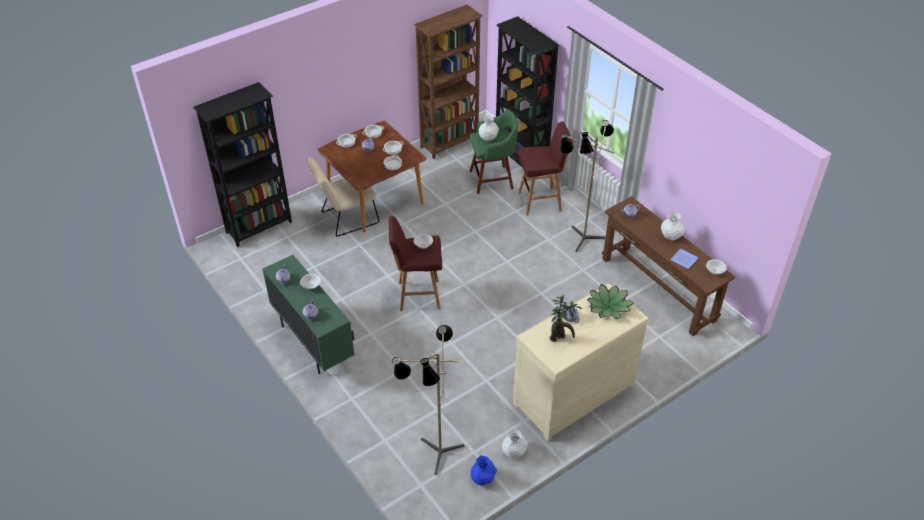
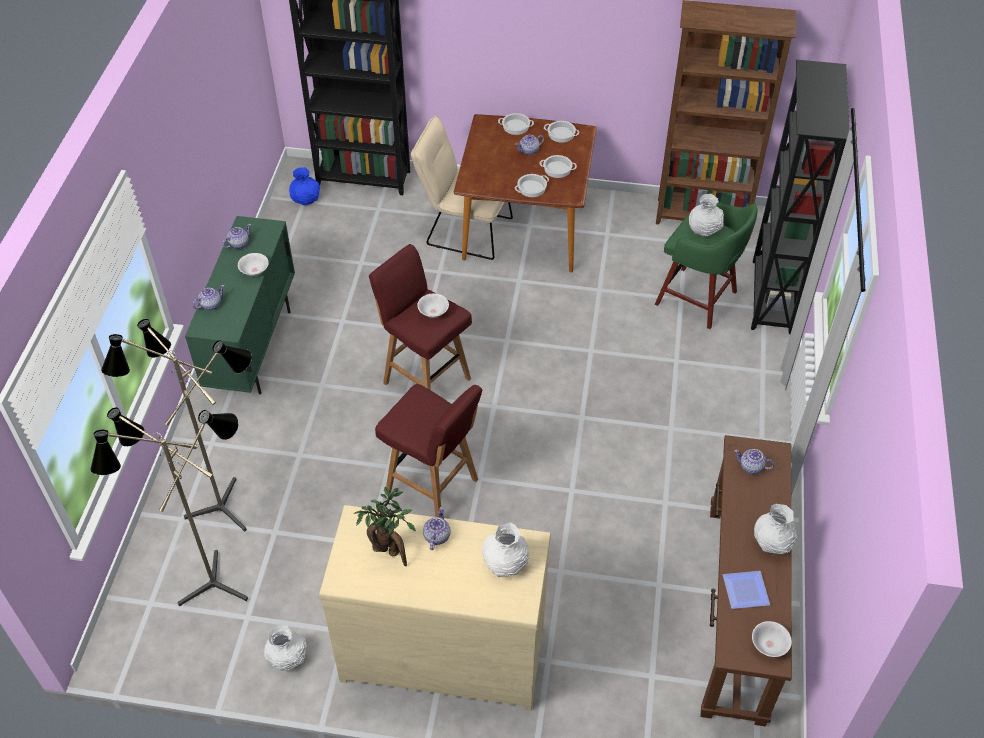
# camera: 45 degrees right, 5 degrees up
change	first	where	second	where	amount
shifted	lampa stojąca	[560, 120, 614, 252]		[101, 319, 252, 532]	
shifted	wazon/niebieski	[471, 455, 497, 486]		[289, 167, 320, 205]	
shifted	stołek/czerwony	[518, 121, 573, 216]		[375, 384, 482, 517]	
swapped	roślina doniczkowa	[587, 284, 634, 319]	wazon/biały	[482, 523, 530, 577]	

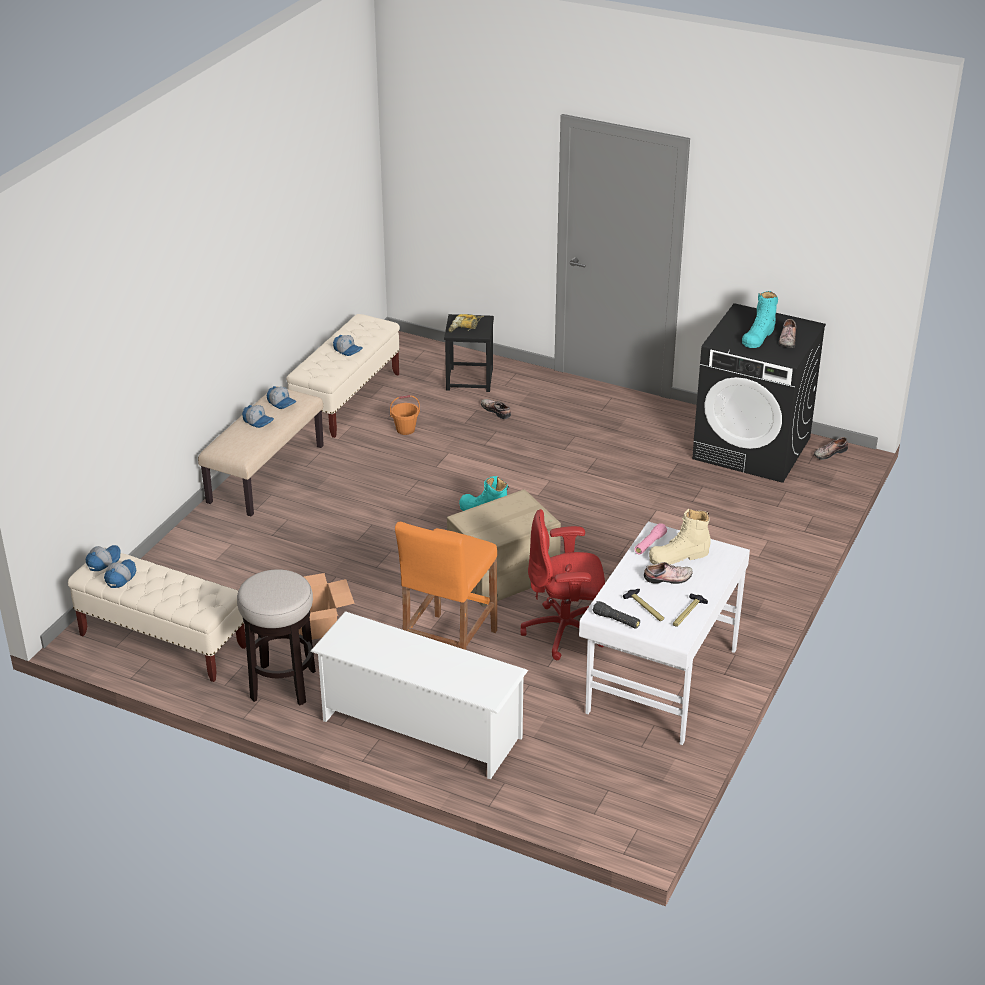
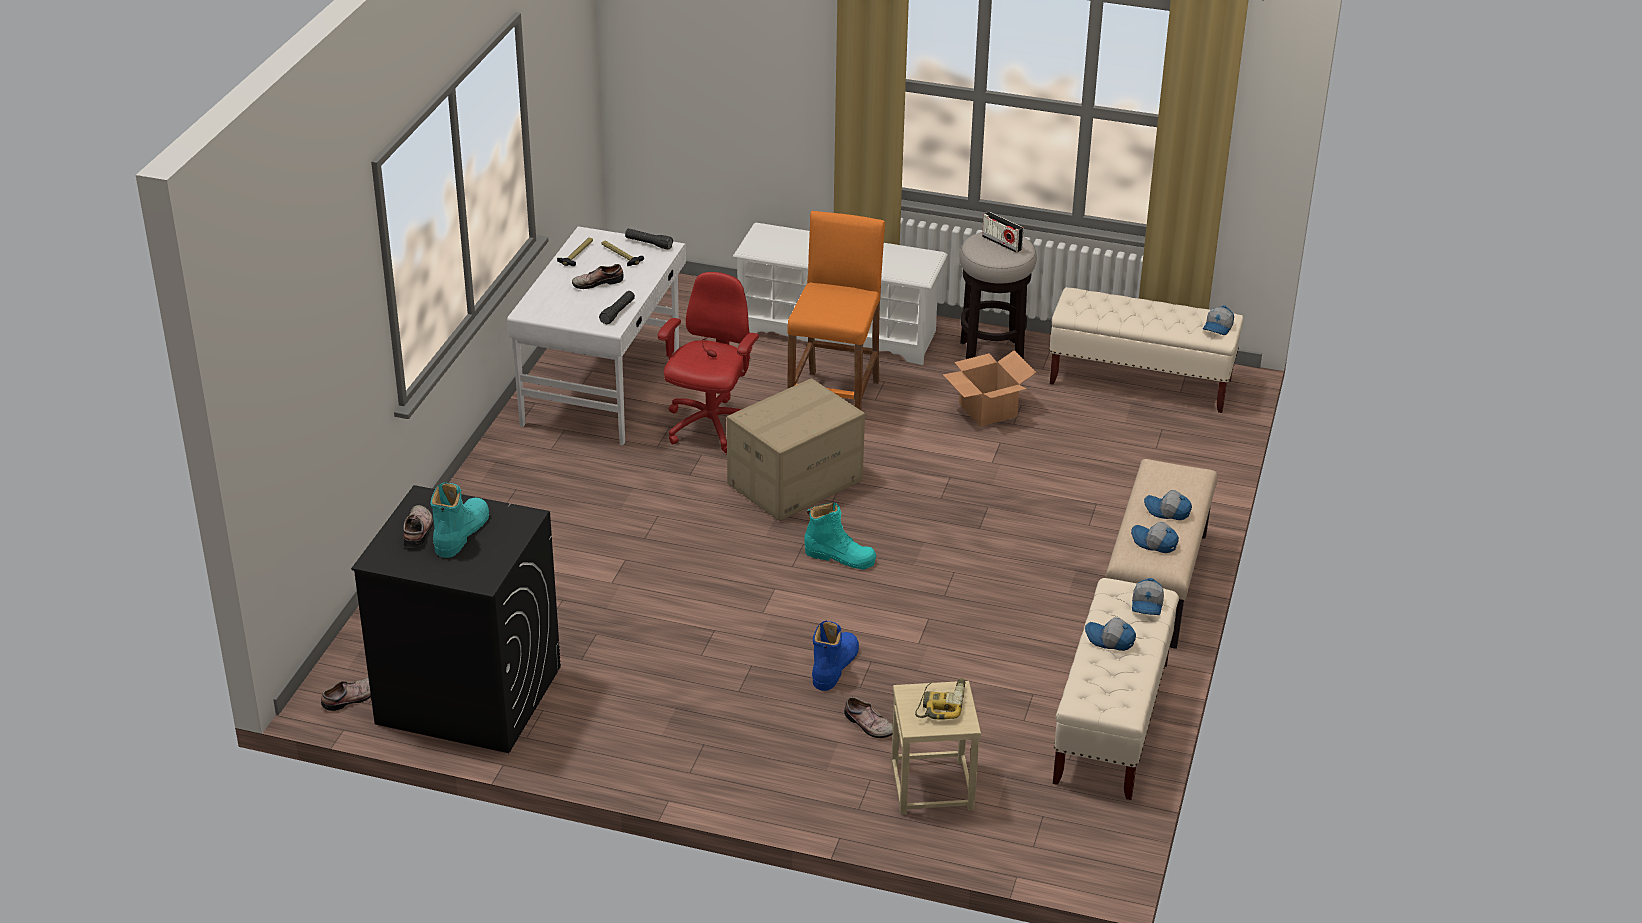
# camera: 170 degrees right, 0 degrees up
change	first	where	second	where	amount
repainted	latarka/różowy	[634, 523, 667, 554]	latarka/czarny	[599, 291, 635, 324]	
rotated	krzesło biurowe/czerwony	[521, 509, 605, 660]		[658, 272, 759, 453]	60 degrees counterclockwise
new			but z cholewką/niebieski	[812, 620, 859, 691]	
repainted	stołek/czarny	[444, 314, 494, 392]	stołek/beżowy	[891, 681, 981, 815]	
new			radio	[982, 212, 1023, 253]	
shifted	czapka z daszkiem	[104, 559, 136, 588]		[1132, 578, 1164, 615]	
gone	wiadro/pomarańczowy	[390, 395, 420, 435]			
gone	but z cholewką/beżowy	[649, 509, 711, 565]			

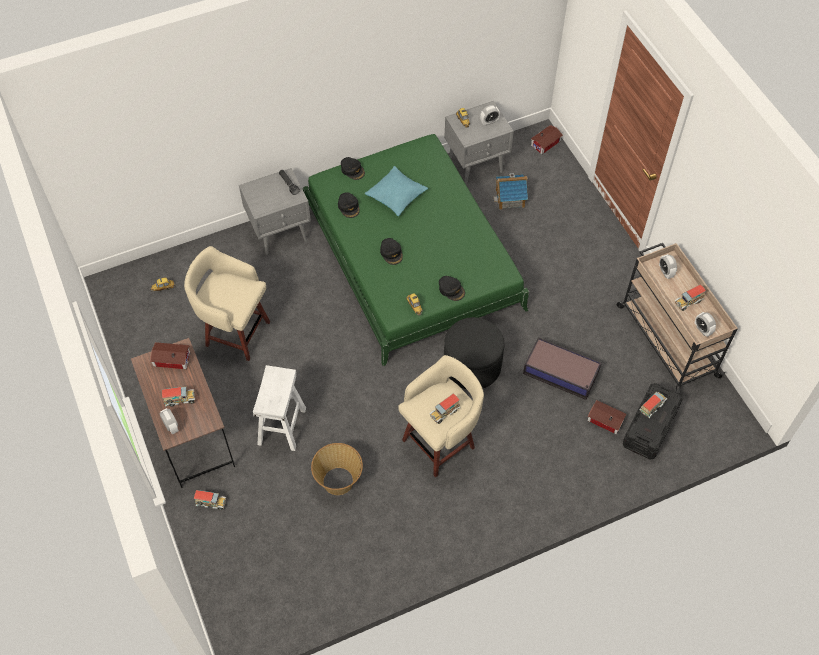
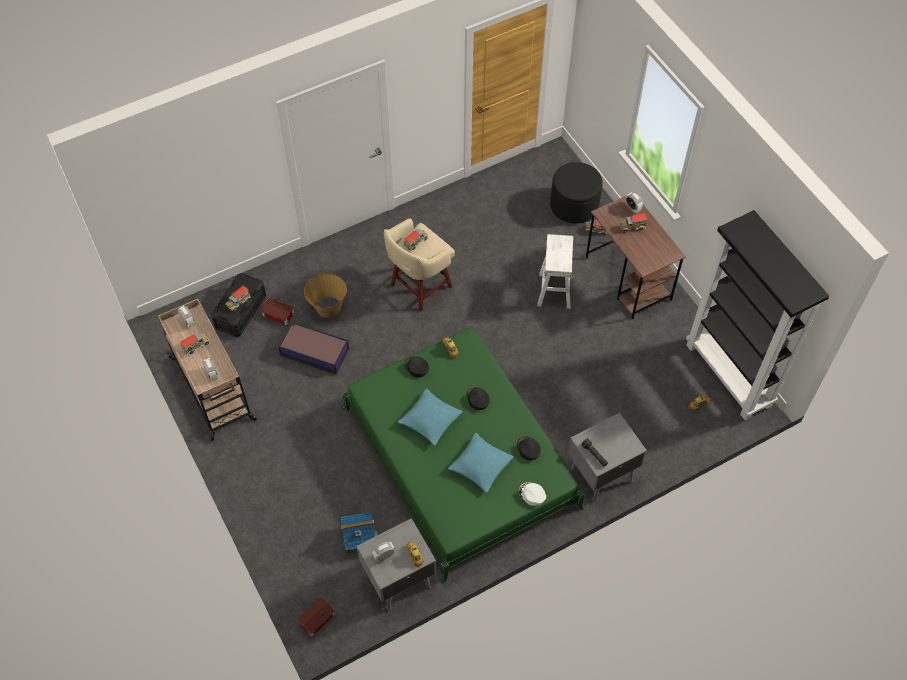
# camera: 175 degrees right, 0 degrees up
change	first	where	second	where	amount
shifted	koszyk	[311, 443, 363, 495]		[304, 273, 347, 318]	
new			poduszka/turkusowy	[398, 388, 463, 446]	
repainted	czapka z daszkiem/czarny	[341, 157, 365, 180]	czapka z daszkiem/biały	[518, 482, 546, 506]	
shifted	pufa/czarny	[444, 317, 504, 389]		[550, 162, 603, 224]	
new			regał/czarny	[686, 210, 829, 420]	
gone	domek	[150, 342, 190, 369]			
gone	stołek/beżowy	[184, 246, 270, 361]			

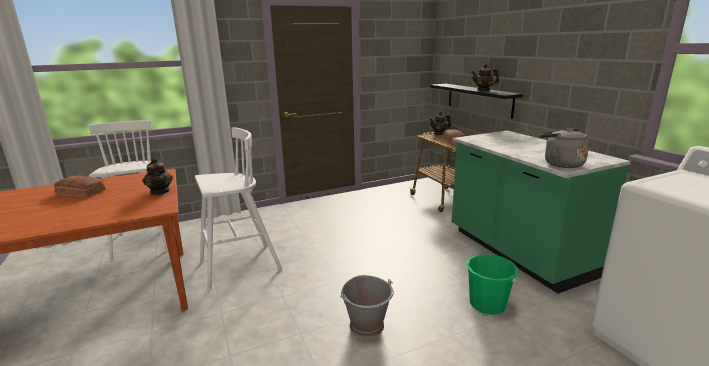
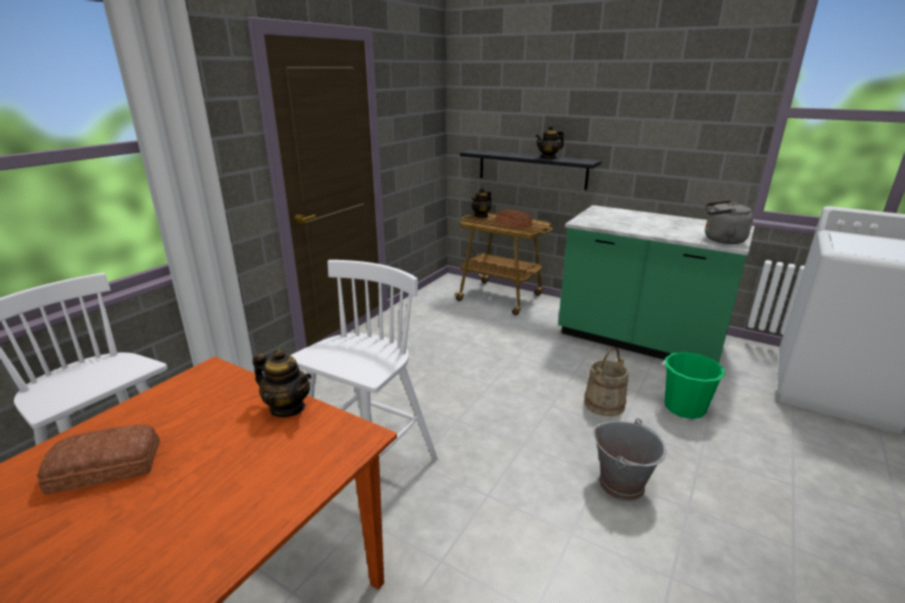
# camera: 35 degrees left, 5 degrees up
change	first	where	second	where	amount
new			wiadro/beżowy	[584, 347, 629, 416]	

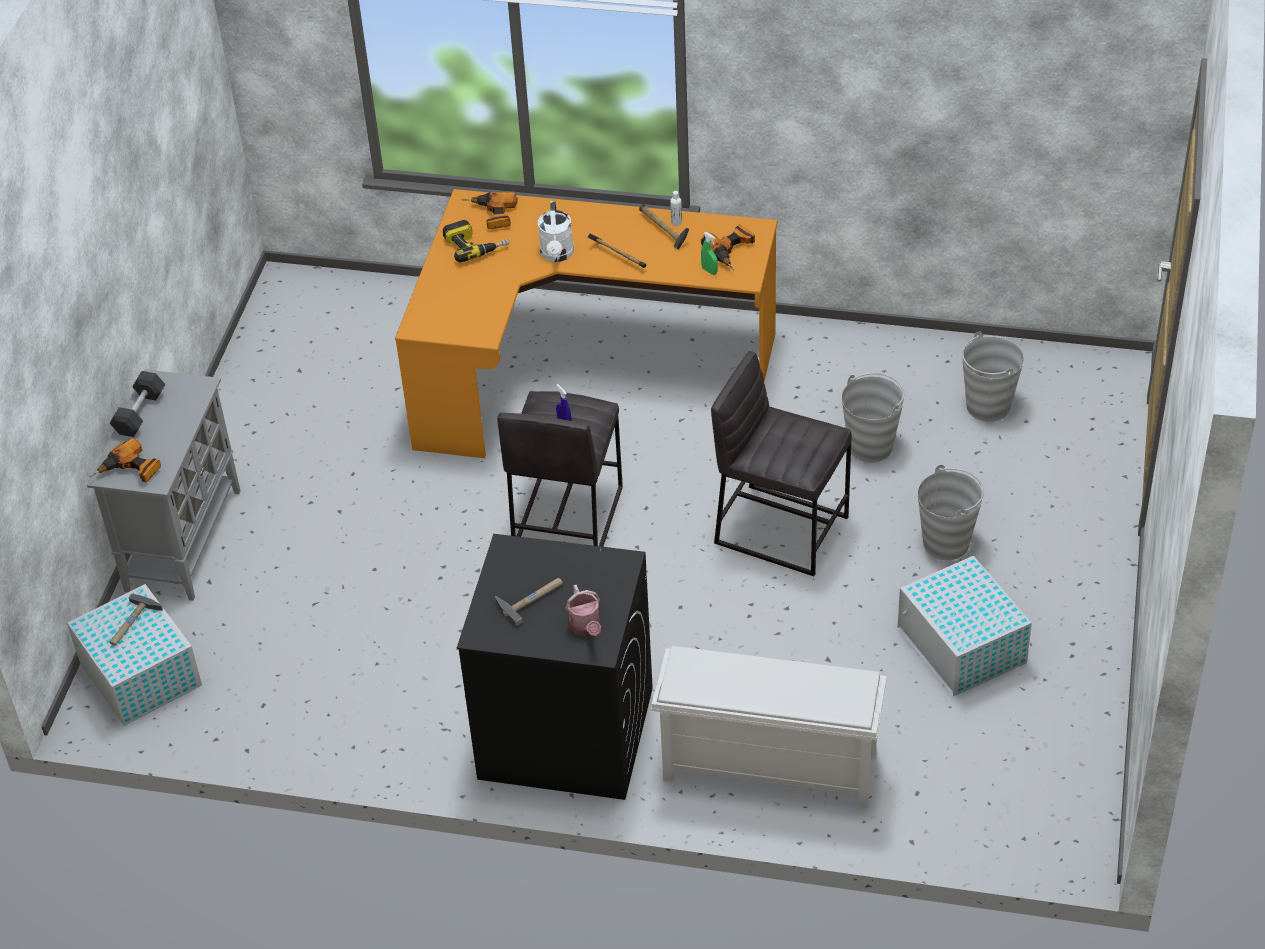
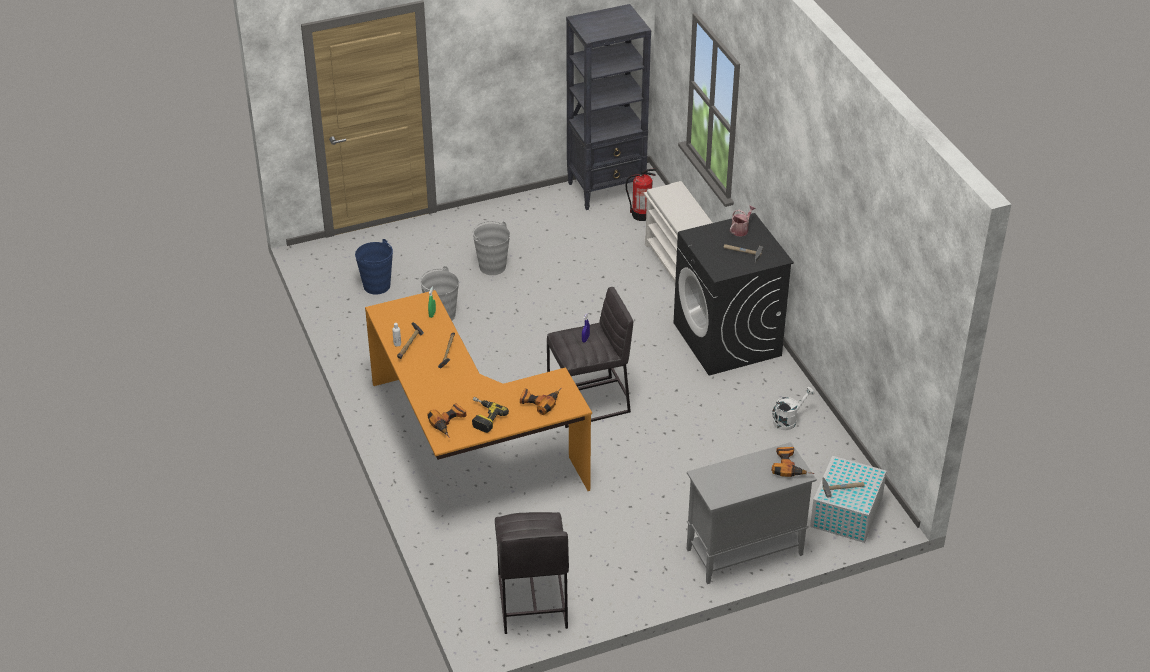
# camera: 125 degrees left, 5 degrees down
change	first	where	second	where	amount
repainted	wiadro/szary	[962, 332, 1024, 422]	wiadro/niebieski	[355, 239, 393, 295]	
shifted	stołek/szary	[711, 351, 852, 576]		[495, 512, 569, 634]	
shifted	wiertarka	[701, 224, 755, 271]		[520, 388, 561, 415]	
new			regał/czarny	[566, 4, 651, 210]	
new			gaśnica	[626, 169, 656, 221]	
shifted	konewka/biały	[538, 201, 574, 262]		[772, 387, 815, 430]	
gone	hantel/czarny	[110, 371, 165, 437]			
gone	pojemnik do przechowywania/biały	[898, 556, 1032, 696]			

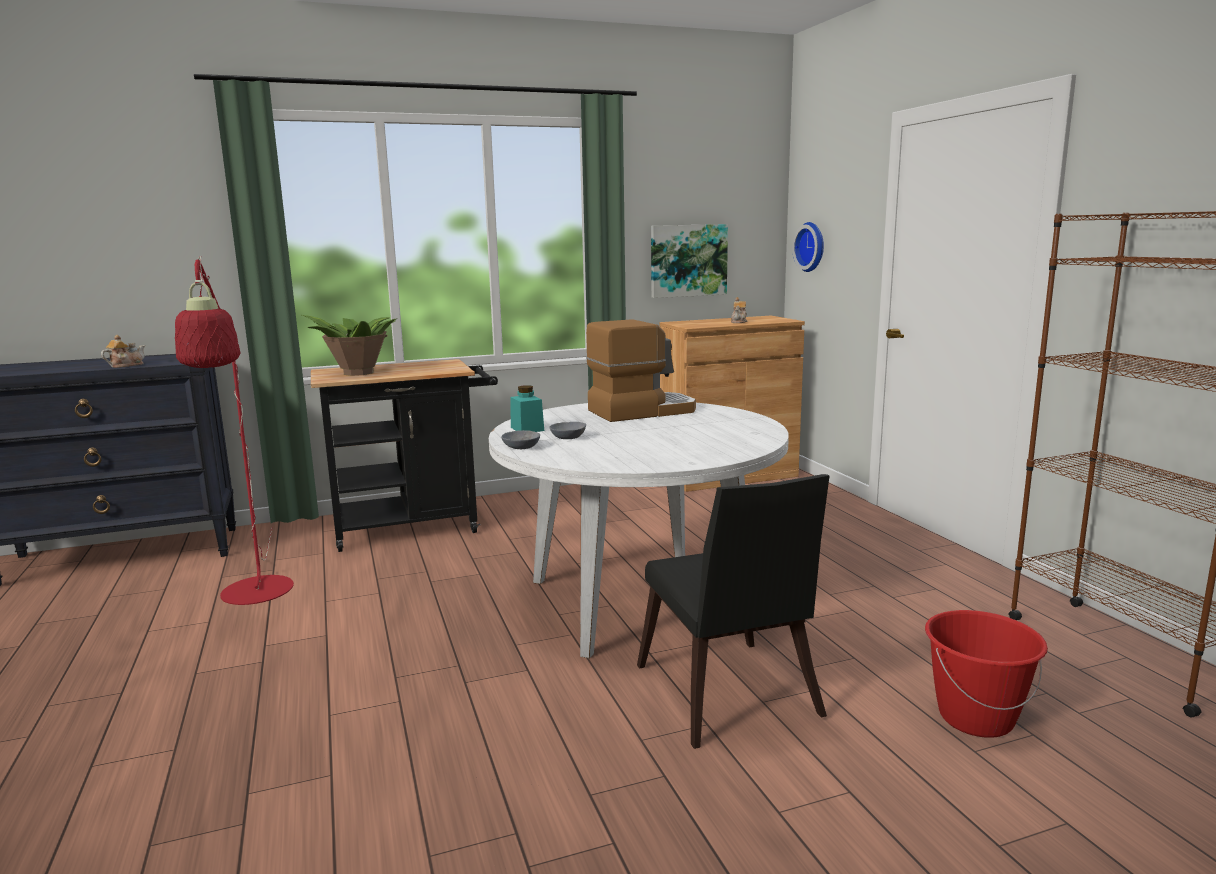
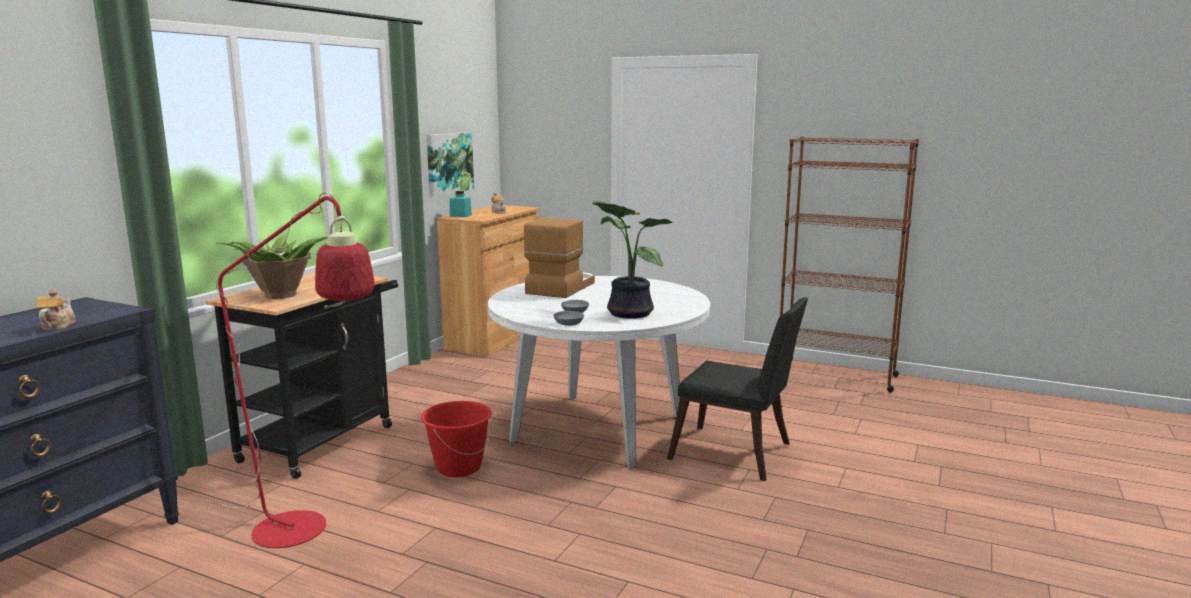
# camera: 45 degrees left, 0 degrees up
change	first	where	second	where	amount
shifted	wiadro/czerwony	[925, 610, 1048, 738]		[421, 401, 492, 477]	
shifted	słoik/turkusowy	[510, 385, 544, 432]		[450, 191, 472, 217]	
new			roślina doniczkowa	[592, 201, 673, 319]	
gone	zegar ścienny	[792, 222, 824, 272]			

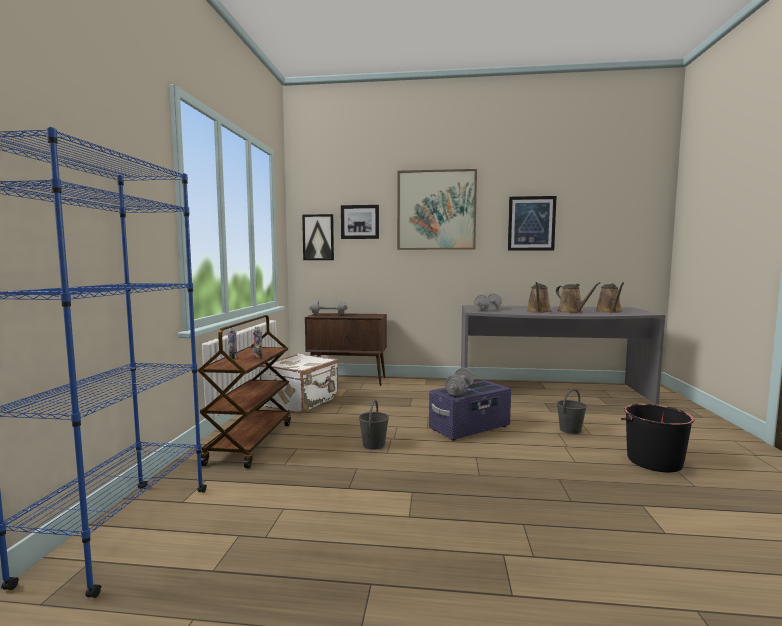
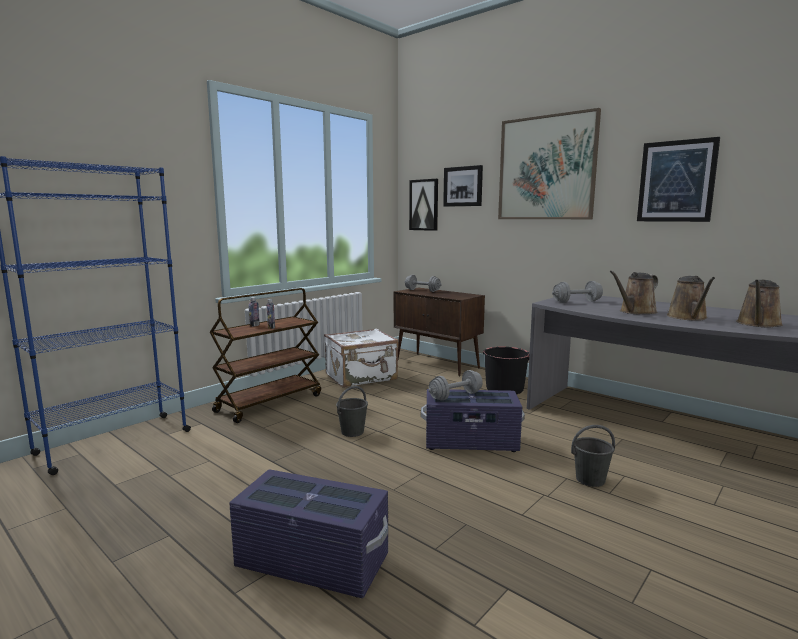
# camera: 35 degrees right, 5 degrees up
change	first	where	second	where	amount
new			pojemnik do przechowywania/fioletowy	[229, 469, 388, 598]	
shifted	wiadro/czarny	[621, 404, 695, 473]		[483, 347, 530, 394]	

